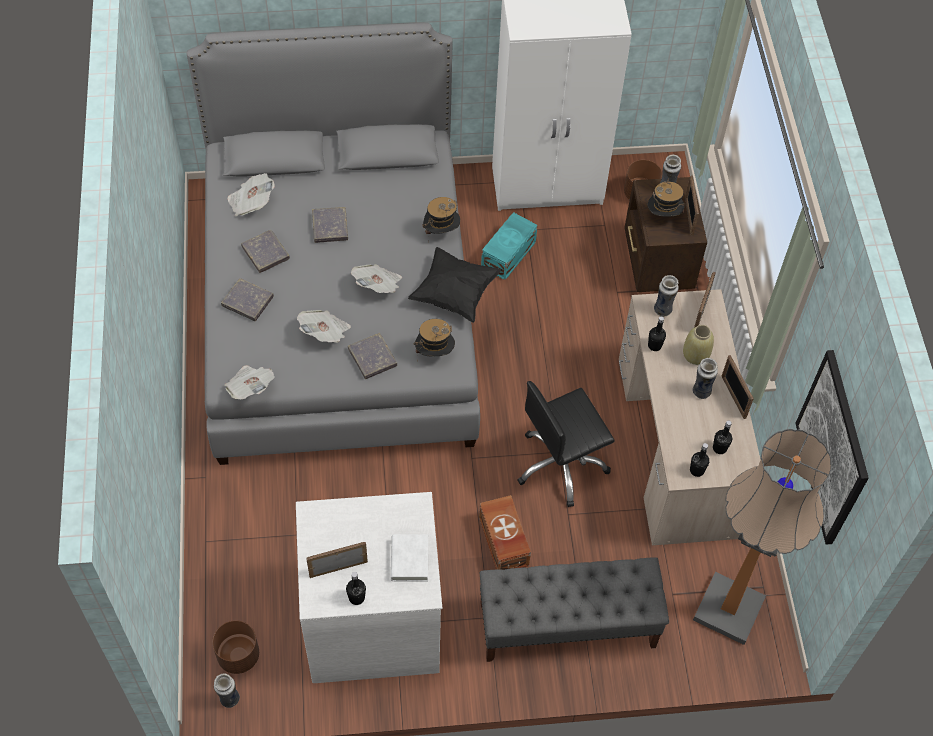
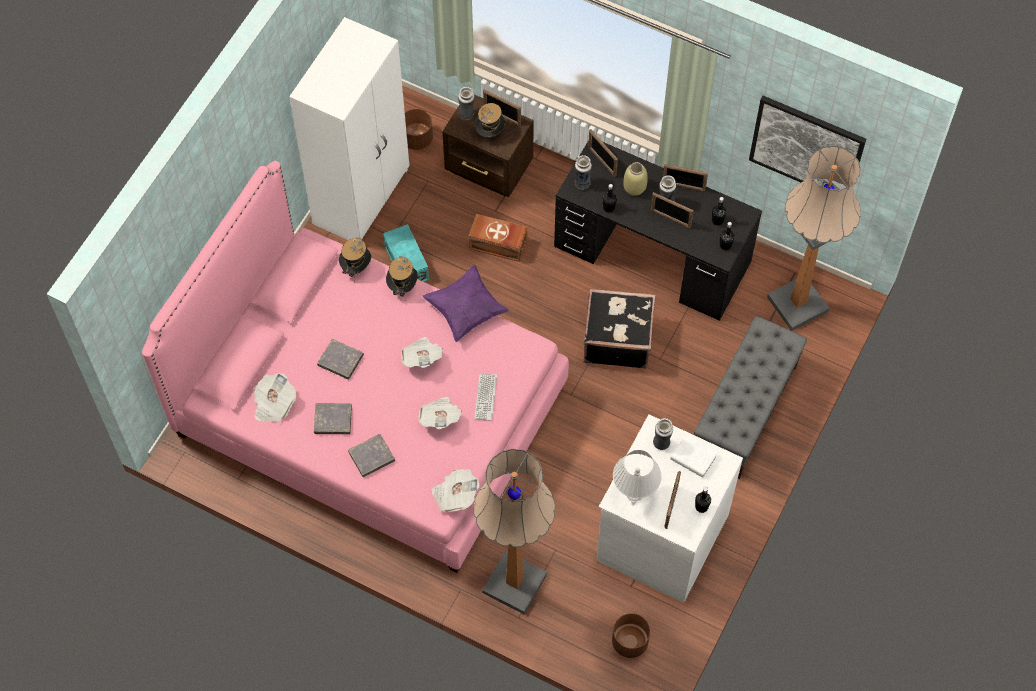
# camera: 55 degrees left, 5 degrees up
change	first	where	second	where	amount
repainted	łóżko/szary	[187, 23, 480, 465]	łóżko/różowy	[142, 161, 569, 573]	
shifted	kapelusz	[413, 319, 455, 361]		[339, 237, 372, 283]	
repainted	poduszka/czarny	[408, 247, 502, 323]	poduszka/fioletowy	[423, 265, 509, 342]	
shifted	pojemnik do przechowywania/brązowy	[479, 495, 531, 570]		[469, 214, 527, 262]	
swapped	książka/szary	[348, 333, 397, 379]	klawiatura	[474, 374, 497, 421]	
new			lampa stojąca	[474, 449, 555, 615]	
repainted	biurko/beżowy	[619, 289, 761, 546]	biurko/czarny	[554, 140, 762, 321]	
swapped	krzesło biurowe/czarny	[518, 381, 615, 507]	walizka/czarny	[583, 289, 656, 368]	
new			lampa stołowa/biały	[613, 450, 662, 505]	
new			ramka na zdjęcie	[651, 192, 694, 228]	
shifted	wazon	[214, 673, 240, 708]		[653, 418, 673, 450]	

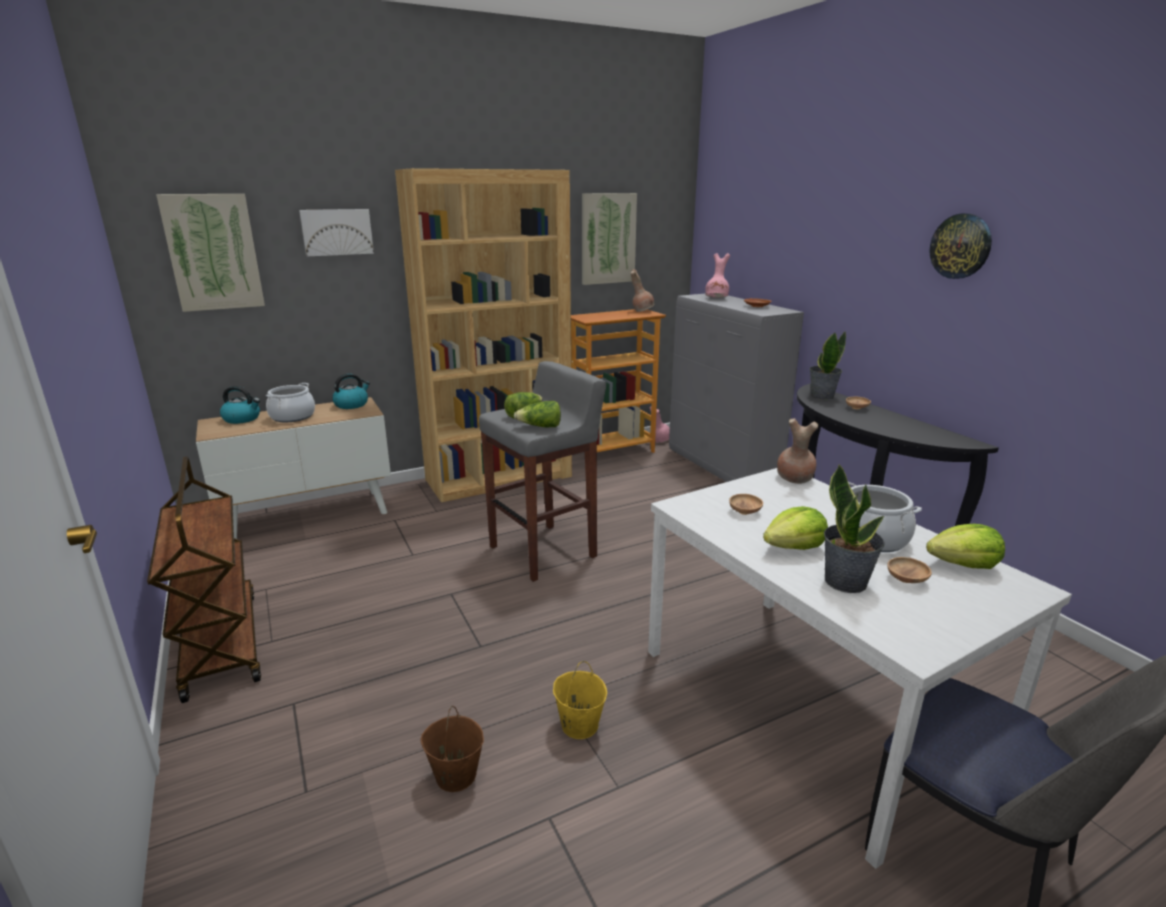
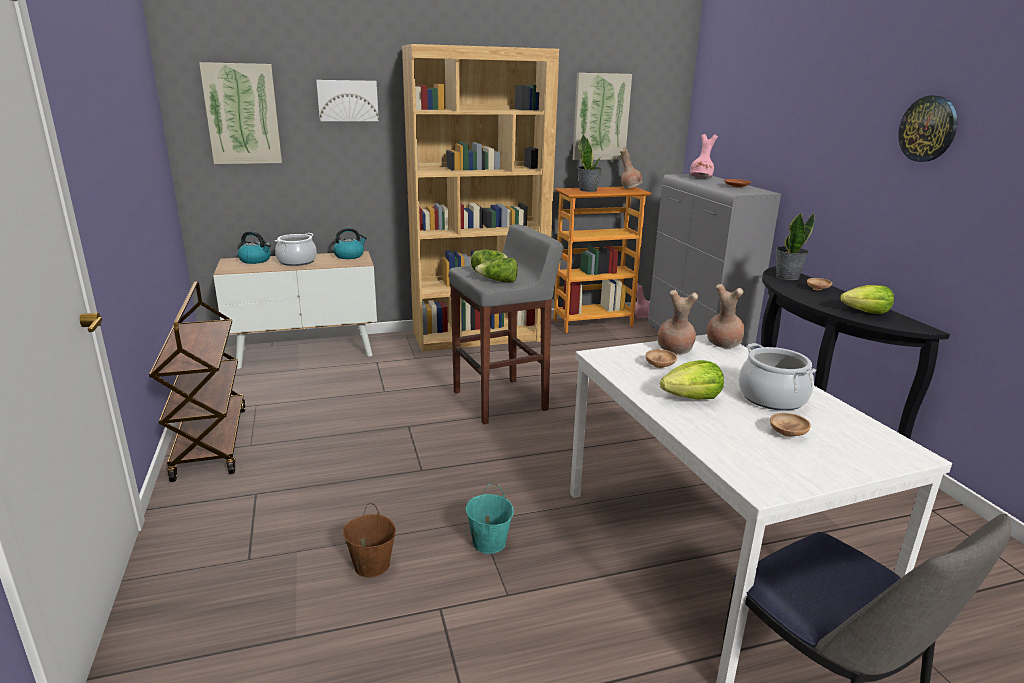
# camera: 10 degrees right, 0 degrees up
change	first	where	second	where	amount
repainted	wiadro/żółty	[553, 661, 607, 739]	wiadro/turkusowy	[466, 484, 514, 554]	
shifted	roślina doniczkowa	[824, 464, 884, 593]		[578, 134, 602, 192]	
new			wazon/brązowy	[658, 290, 698, 355]	
shifted	sałata	[926, 524, 1005, 569]		[840, 285, 894, 314]	

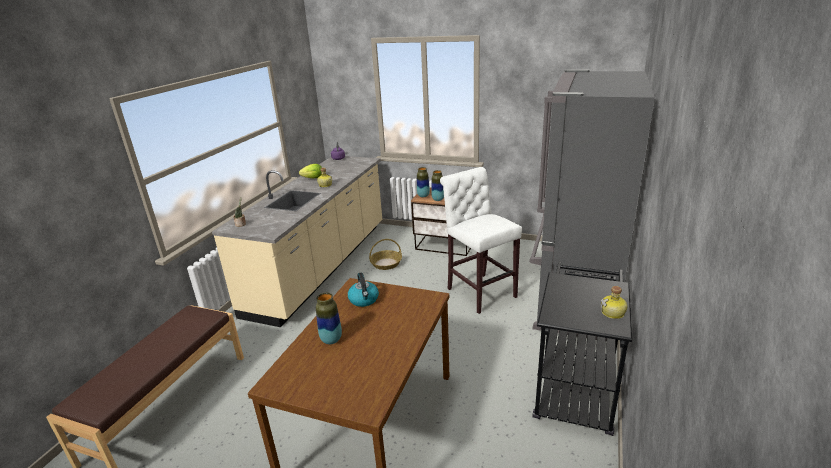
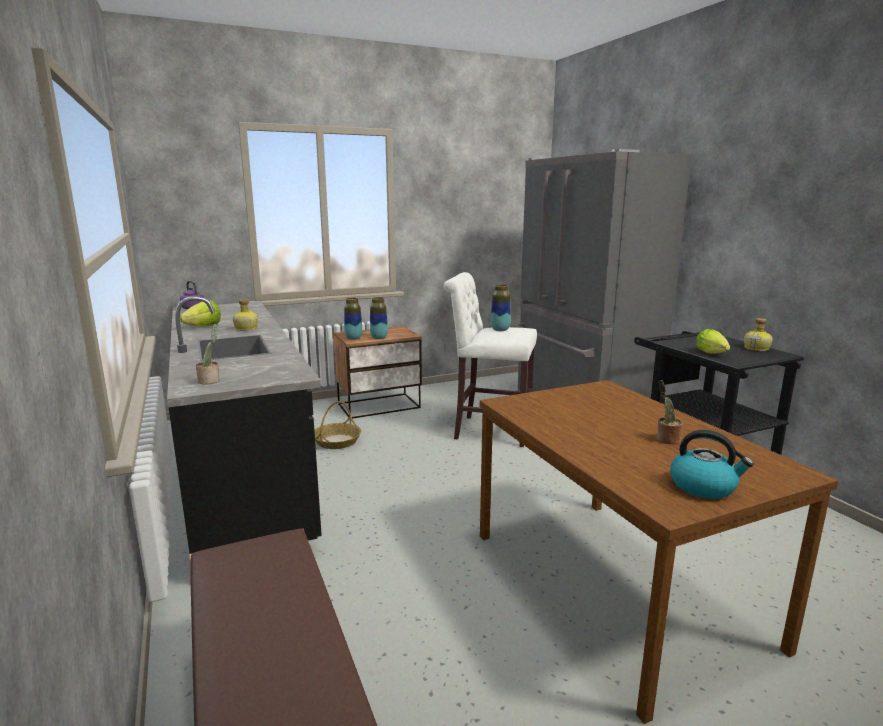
# camera: 45 degrees left, 10 degrees down
change	first	where	second	where	amount
repainted	zabudowa kuchenna/beżowy	[212, 156, 382, 327]	zabudowa kuchenna/czarny	[167, 296, 322, 554]	
shifted	wazon	[316, 293, 342, 344]		[491, 285, 511, 331]	
new			roślina doniczkowa	[657, 380, 683, 444]	
shifted	czajnik	[348, 273, 379, 307]		[670, 430, 754, 499]	
new			sałata	[696, 329, 730, 354]	

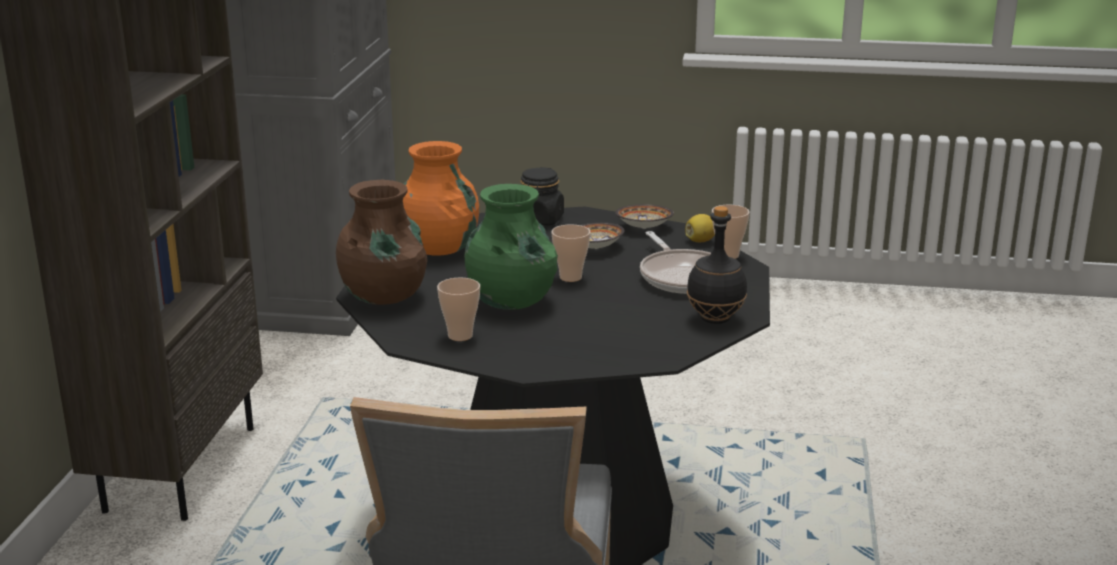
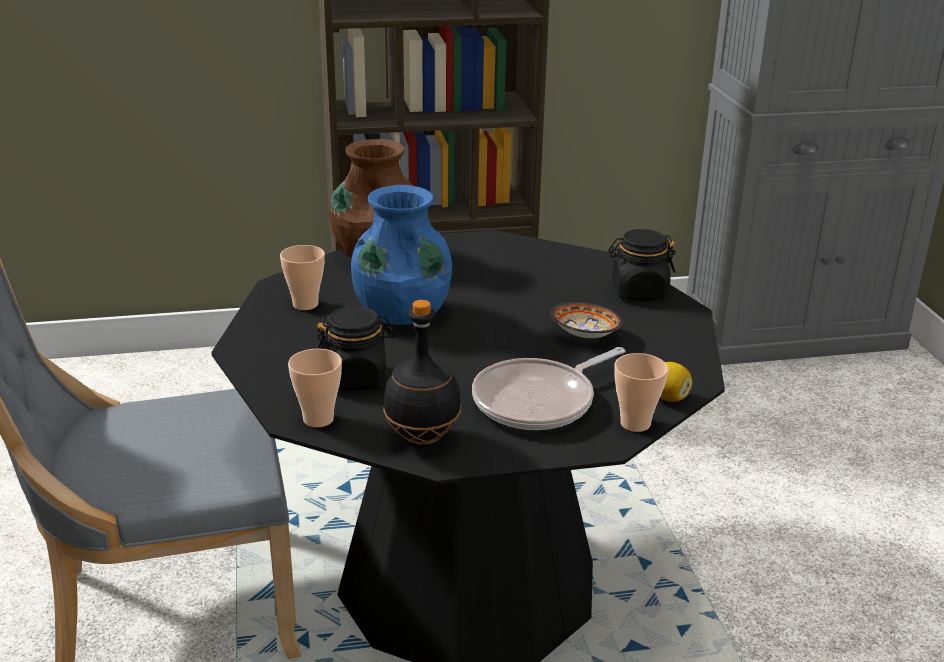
# camera: 70 degrees right, 5 degrees up
change	first	where	second	where	amount
shifted	filiżanka	[551, 225, 590, 282]		[288, 349, 342, 427]	
new			słoik/czarny	[317, 306, 395, 390]	
repainted	wazon/zielony	[464, 184, 558, 310]	wazon/niebieski	[351, 185, 452, 325]	
gone	wazon/pomarańczowy	[403, 141, 479, 255]			
gone	miska	[615, 205, 674, 229]			

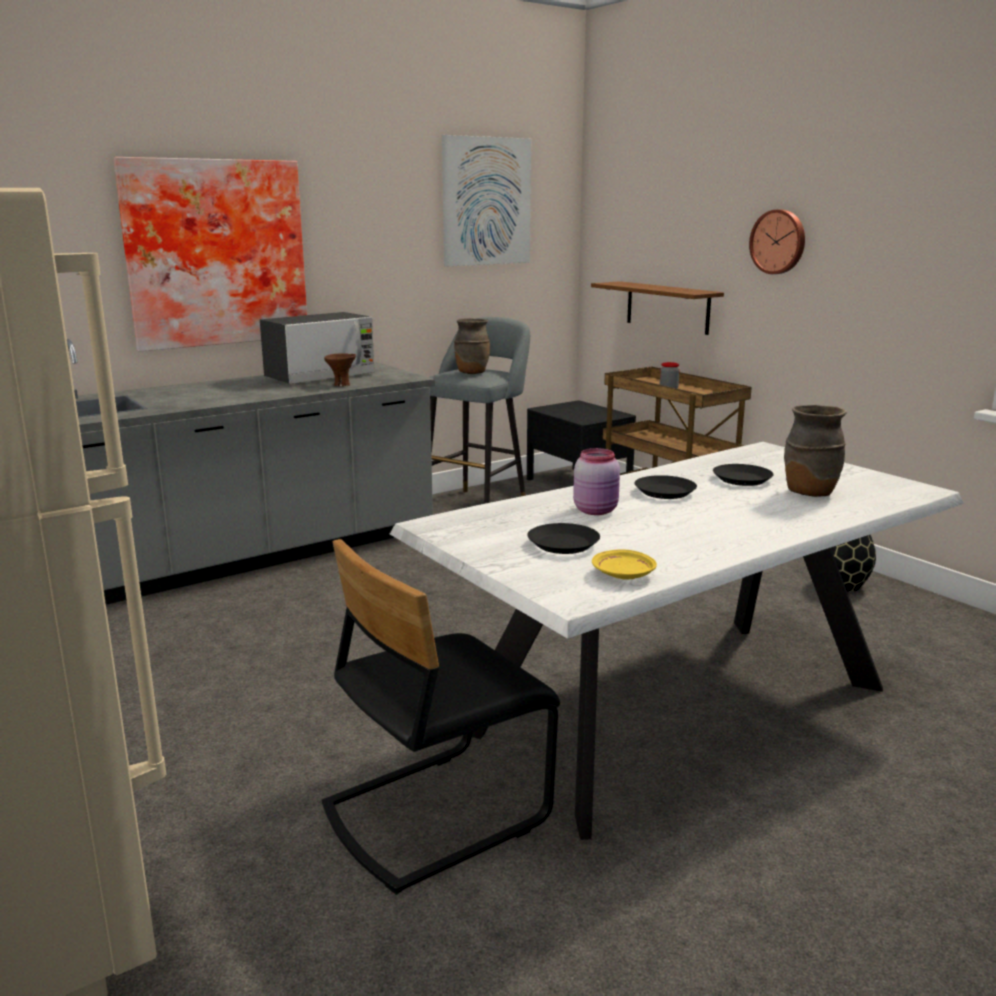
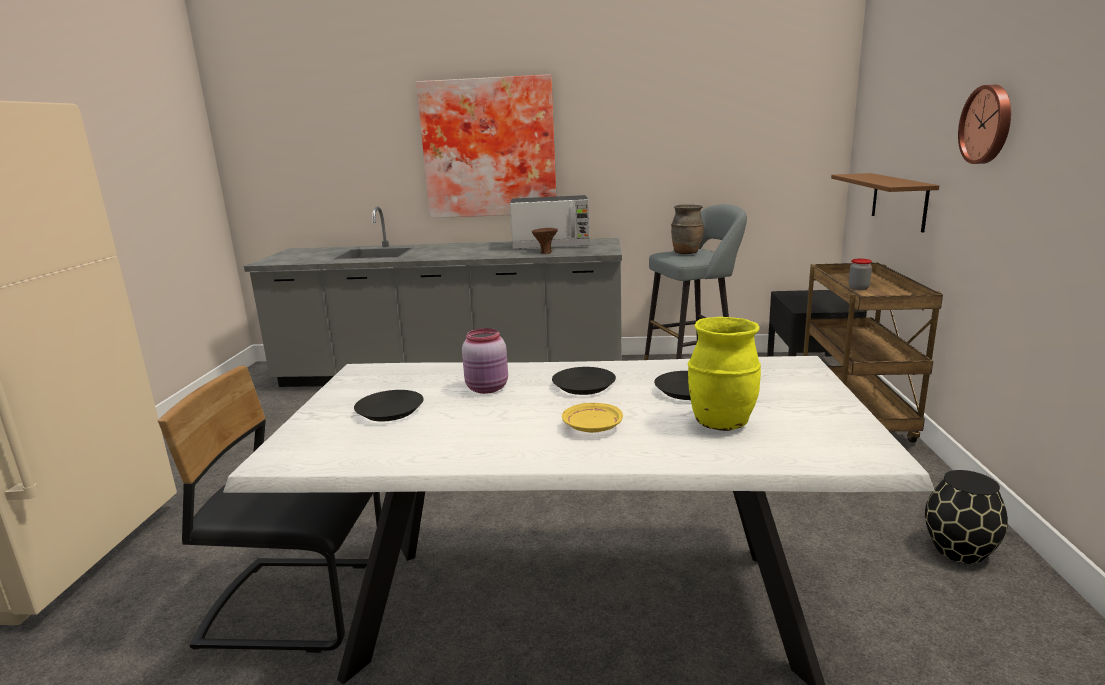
# camera: 40 degrees right, 0 degrees up
change	first	where	second	where	amount
shifted	talerz/żółty	[592, 549, 657, 580]		[562, 403, 623, 433]	
repainted	wazon/brązowy	[784, 405, 847, 497]	wazon/żółty	[688, 317, 761, 431]	
gone	obraz	[442, 135, 531, 267]			

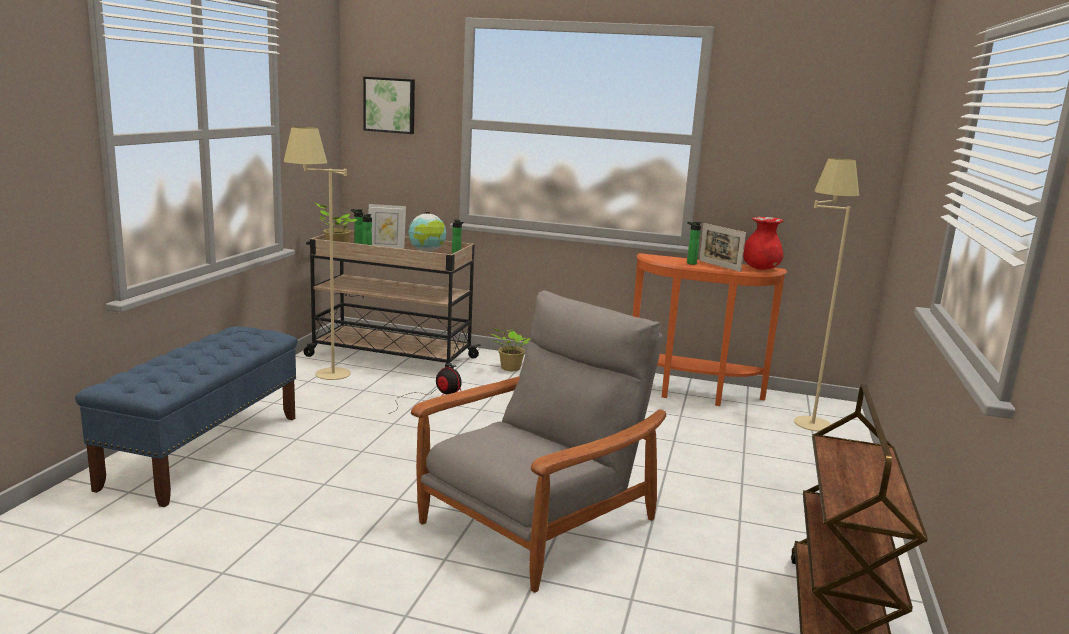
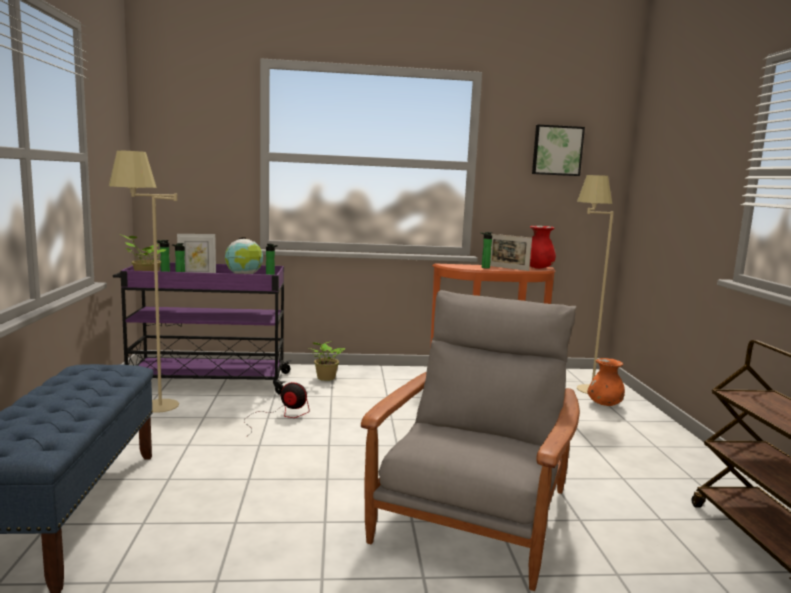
# camera: 20 degrees left, 5 degrees down
change	first	where	second	where	amount
repainted	wózek/beżowy	[304, 230, 481, 368]	wózek/fioletowy	[113, 262, 292, 395]	
shifted	obraz	[363, 77, 415, 134]		[532, 125, 585, 176]	
new			wazon/pomarańczowy	[587, 358, 625, 406]	

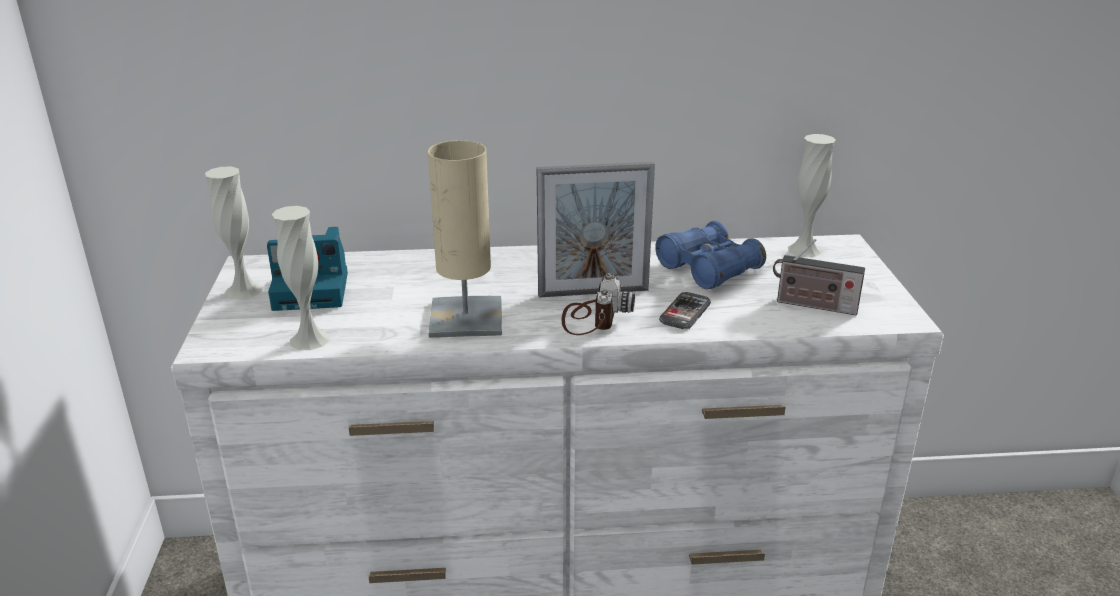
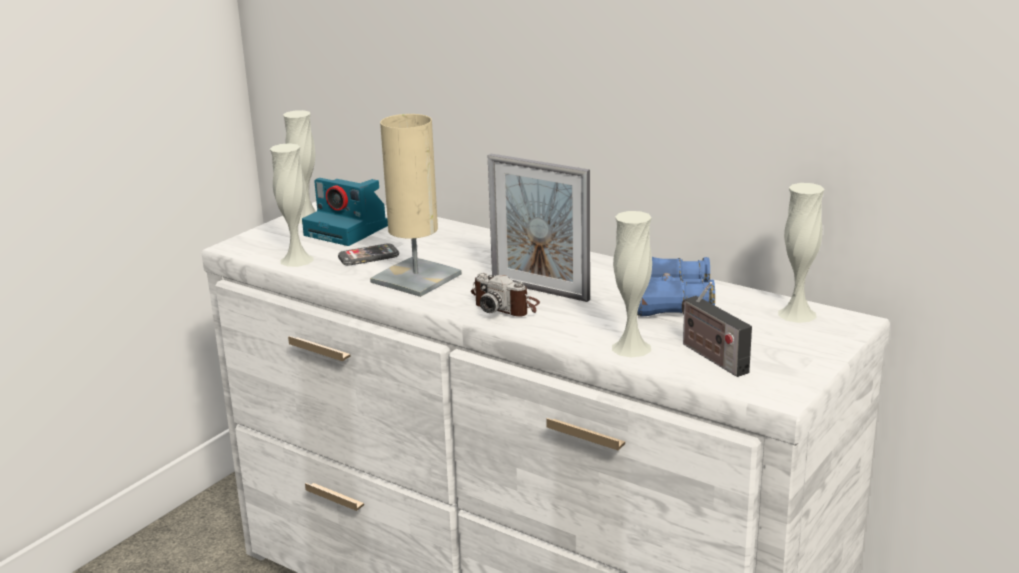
# camera: 40 degrees right, 5 degrees down
change	first	where	second	where	amount
shifted	telefon	[659, 292, 711, 329]		[338, 243, 399, 266]	
rotated	aparat fotograficzny	[562, 273, 635, 335]		[471, 273, 540, 317]	75 degrees clockwise
new			wazon/biały	[612, 211, 652, 357]	

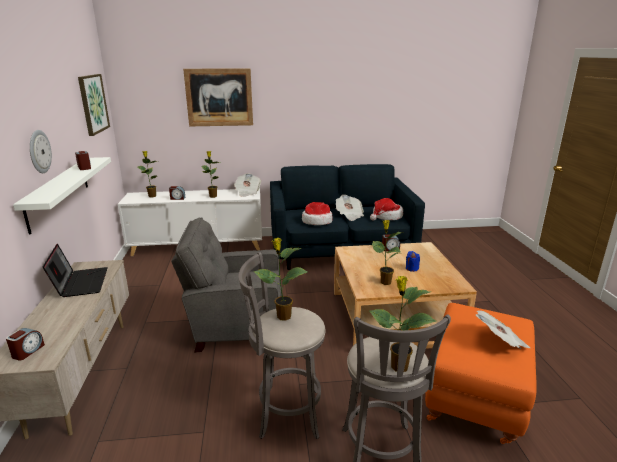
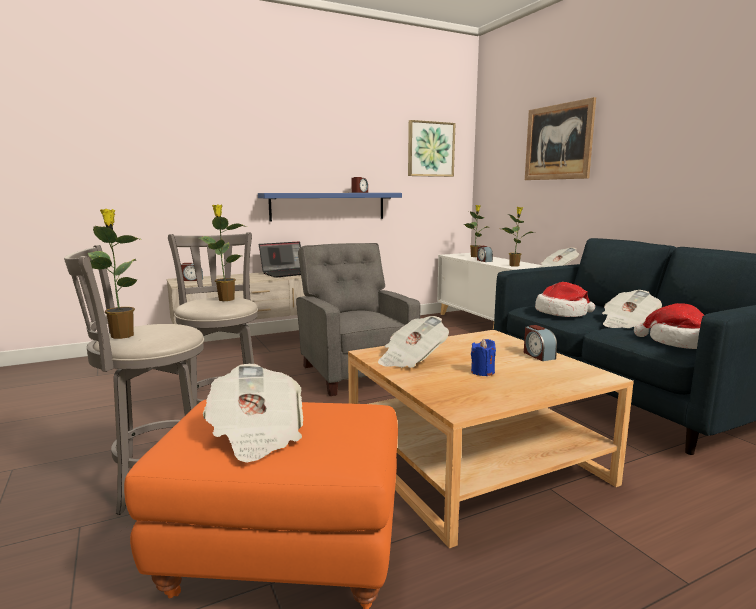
# camera: 70 degrees right, 10 degrees down
change	first	where	second	where	amount
repainted	półka/biały	[13, 157, 111, 235]	półka/niebieski	[258, 193, 402, 222]	
swapped	roślina doniczkowa	[372, 220, 403, 285]	gazeta	[378, 316, 449, 368]	
gone	zegar ścienny	[30, 130, 52, 173]			

